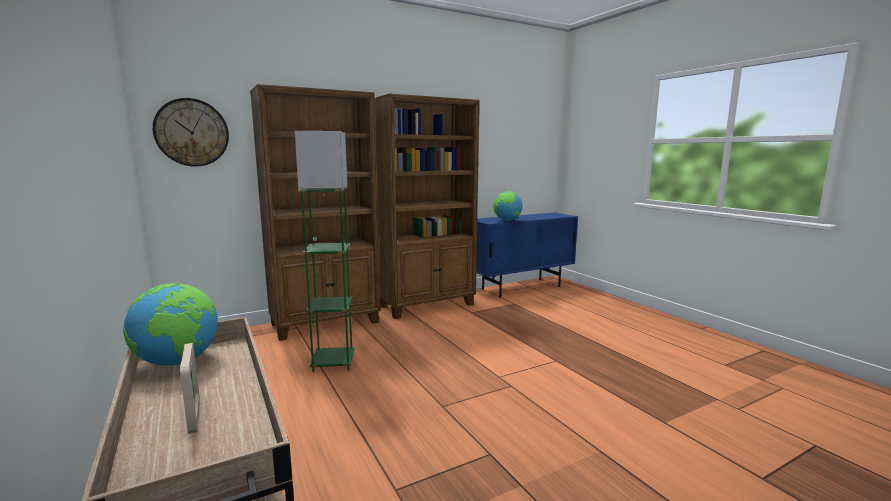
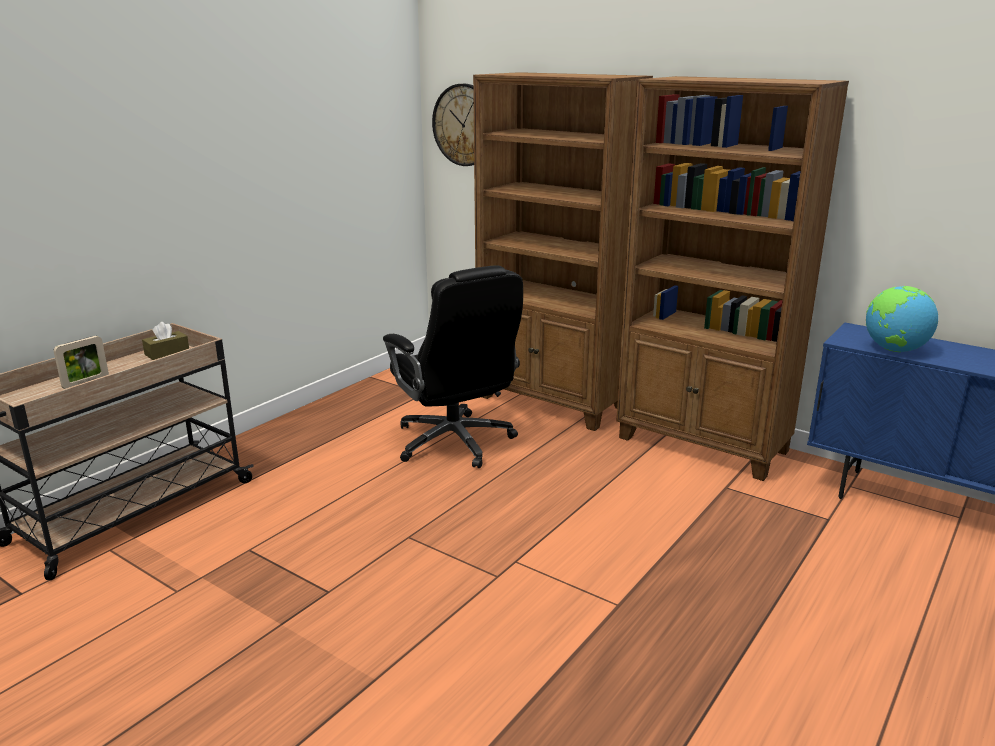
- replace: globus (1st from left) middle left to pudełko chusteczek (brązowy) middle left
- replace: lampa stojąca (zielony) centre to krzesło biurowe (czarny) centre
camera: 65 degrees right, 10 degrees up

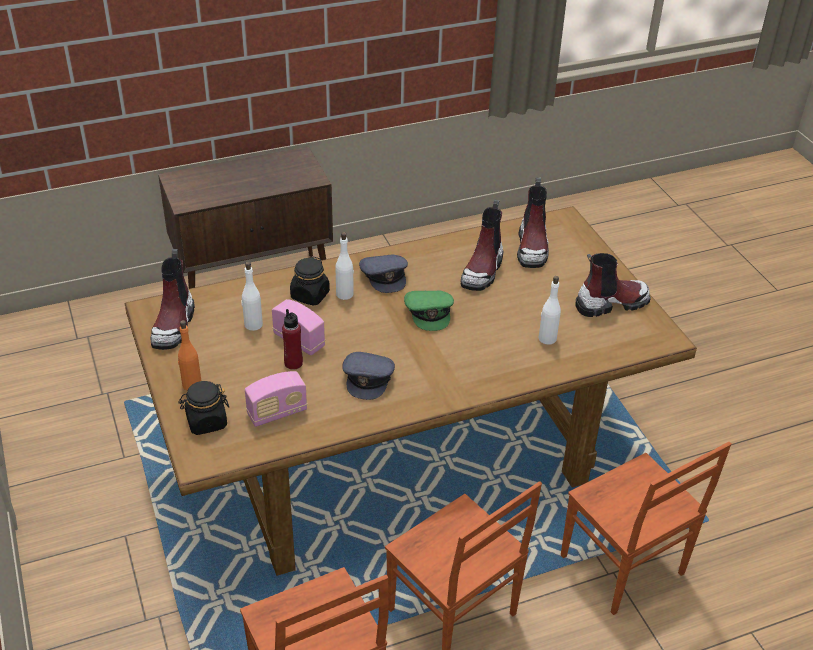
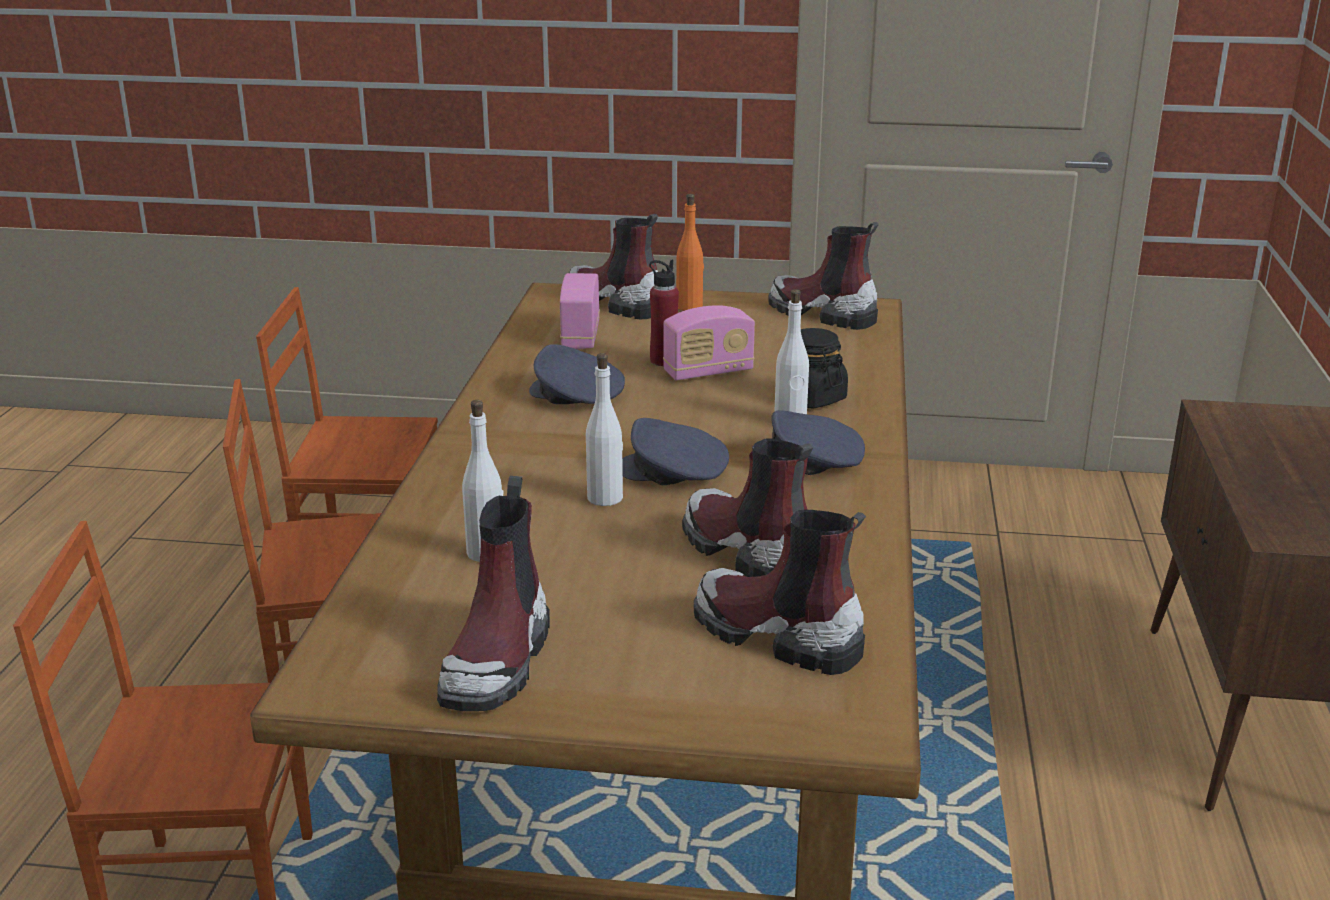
- replace: słoik (czarny) (1st from left) middle left to but z cholewką (2nd from left) top centre
- move: butelka (biały) (1st from left in the first image) middle left to butelka (biały) (2nd from left) centre
- recolor: czapka z daszkiem (zielony) centre to czapka z daszkiem (szary) (2nd from left) centre
camera: 120 degrees right, 15 degrees down

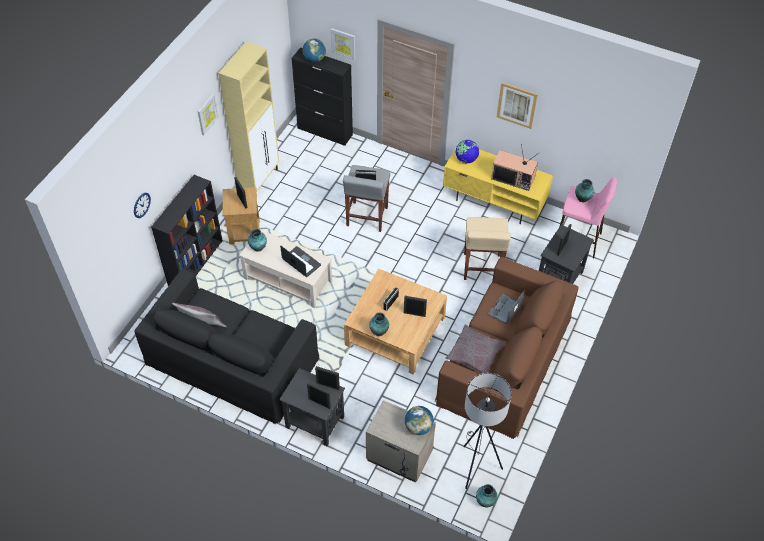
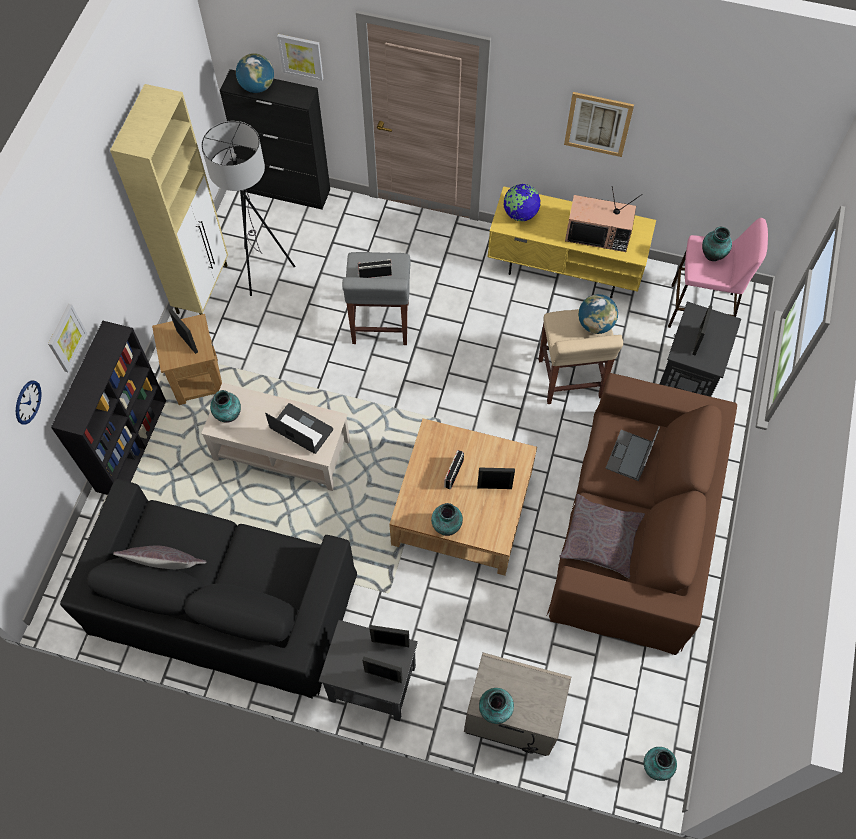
- move: obraz (1st from left) top left to middle left
- move: lampa stojąca (szary) bottom centre to top left
- insert: wazon (3rd from left) bottom centre
- move: globus (2nd from left in the first image) bottom centre to globus (3rd from left) middle right
camera: 10 degrees left, 10 degrees up

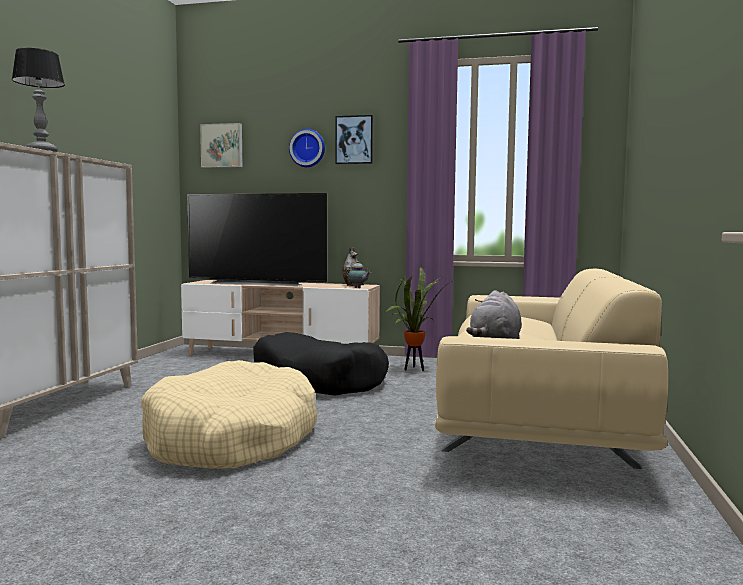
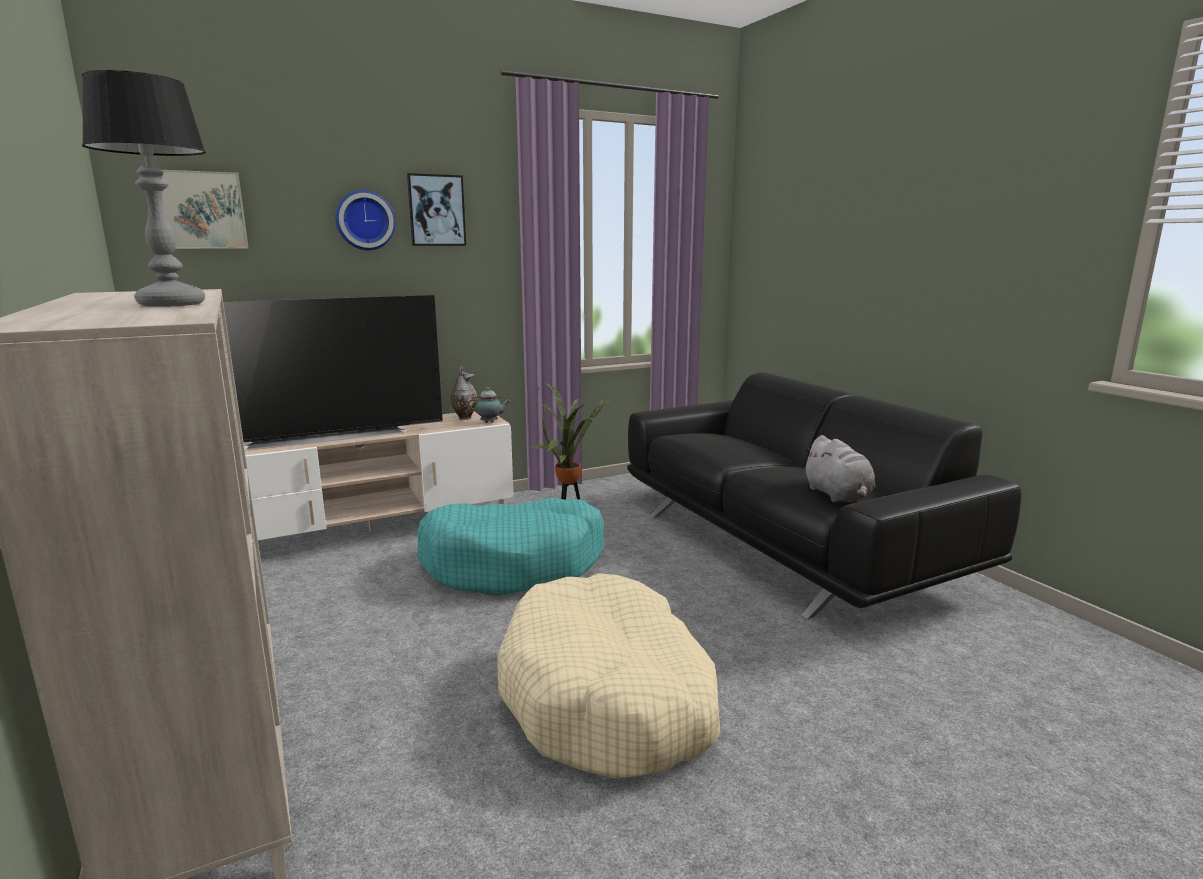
- recolor: legowisko (czarny) centre to legowisko (turkusowy) centre
- recolor: kanapa (beżowy) middle right to kanapa (czarny) middle right
camera: 40 degrees left, 10 degrees up

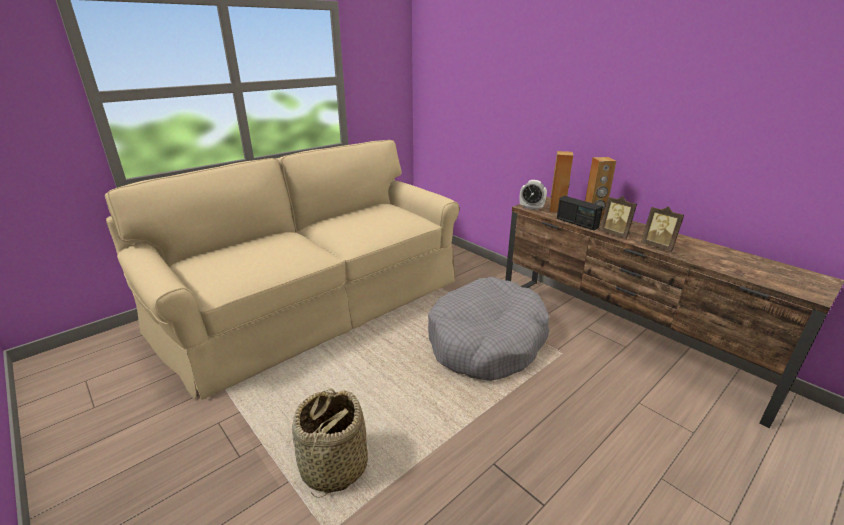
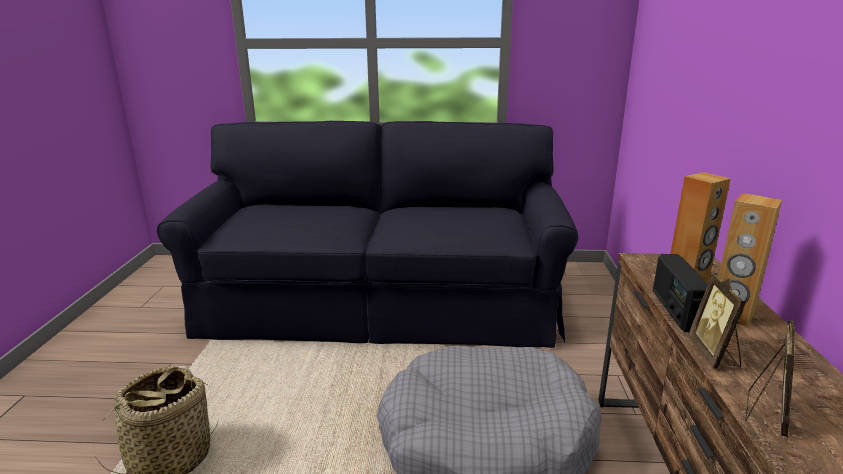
- recolor: kanapa (beżowy) centre to kanapa (czarny) centre
- rotate: ramka na zdjęcie (2nd from left) middle right = bottom right 150 degrees counterclockwise
- delete: budzik centre
camera: 45 degrees right, 5 degrees down

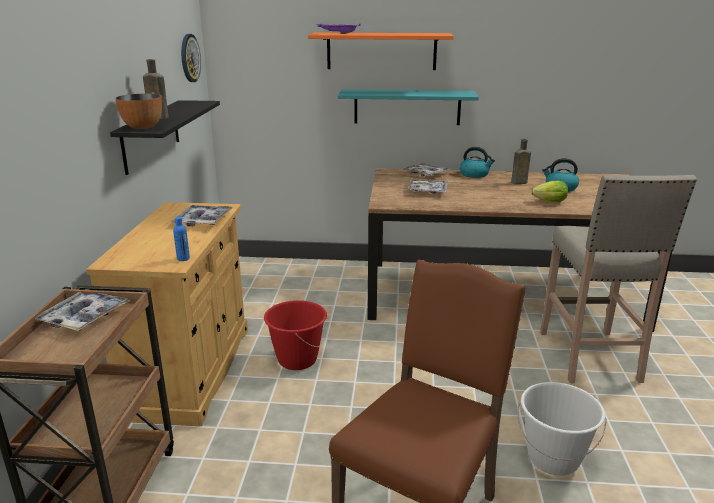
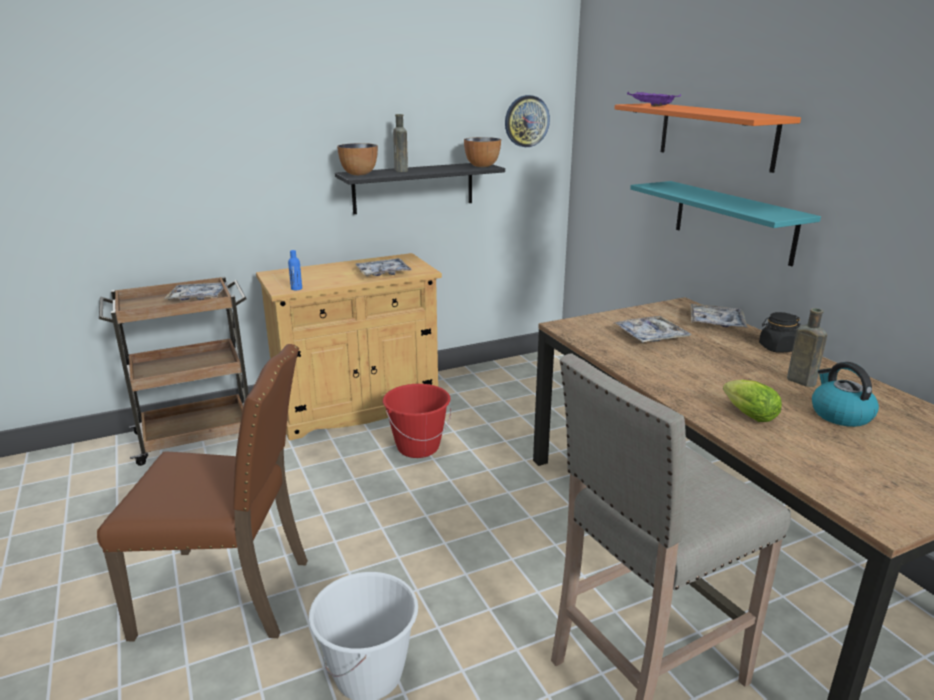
- insert: miska (2nd from left) top centre
- replace: czajnik (1st from left) top right to słoik (czarny) middle right
camera: 60 degrees right, 0 degrees up

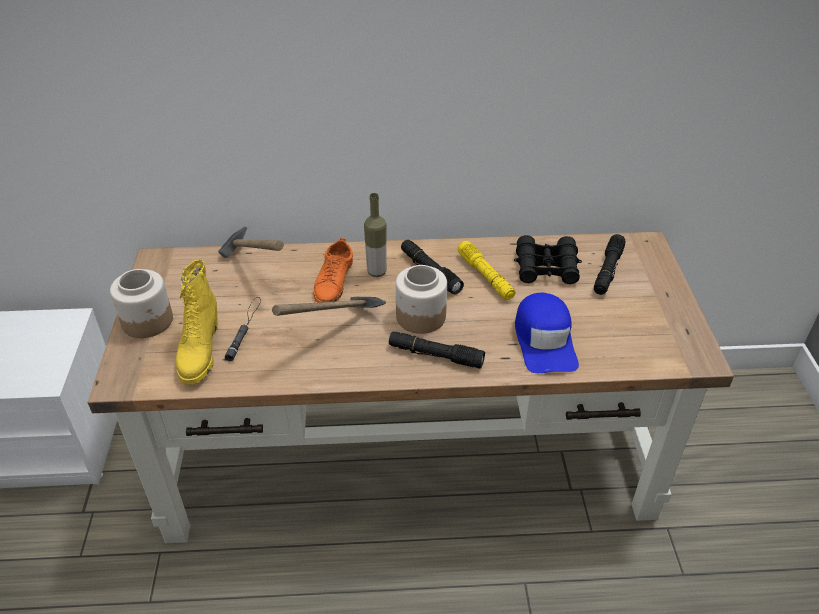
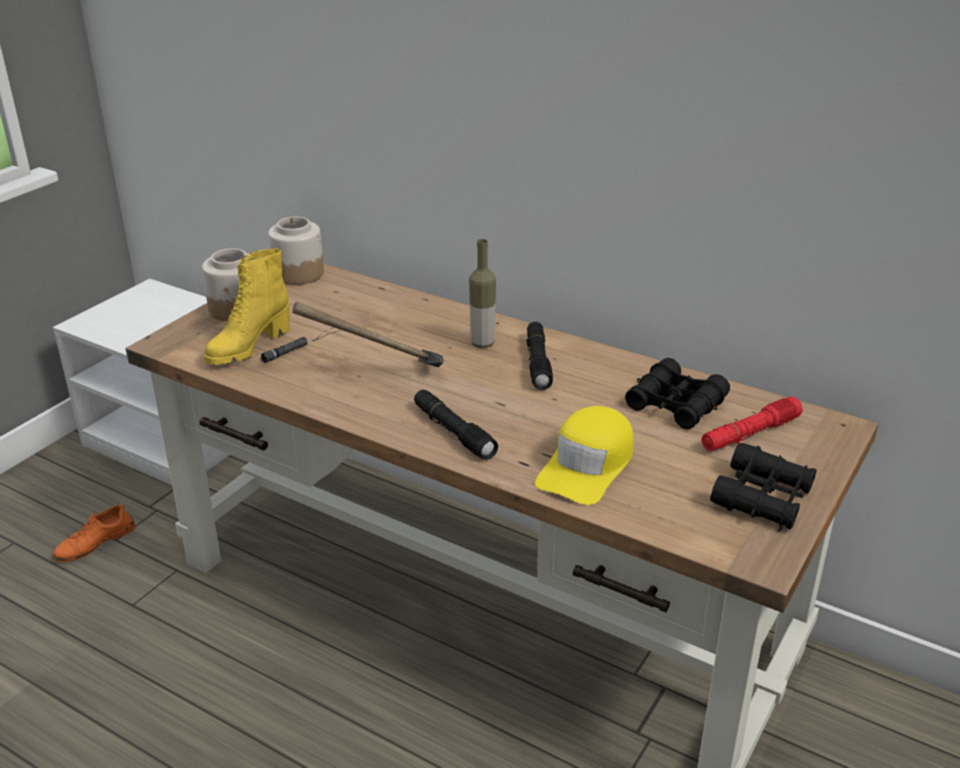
- move: but (pomarańczowy) centre to bottom left
- move: słoik (2nd from left) centre to top left
- recolor: czapka z daszkiem (niebieski) middle right to czapka z daszkiem (żółty) centre
- recolor: latarka (czarny) (4th from left) middle right to latarka (czerwony) middle right
- insert: lornetka (czarny) (2nd from left) middle right
- delete: młotek (1st from left) middle left
- delete: latarka (żółty) centre
camera: 35 degrees right, 10 degrees down

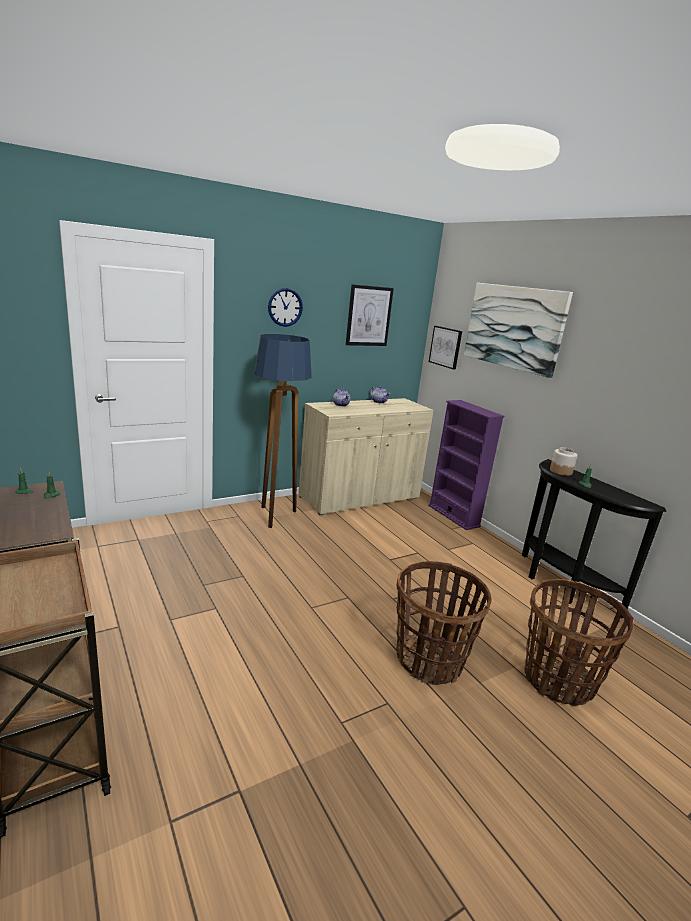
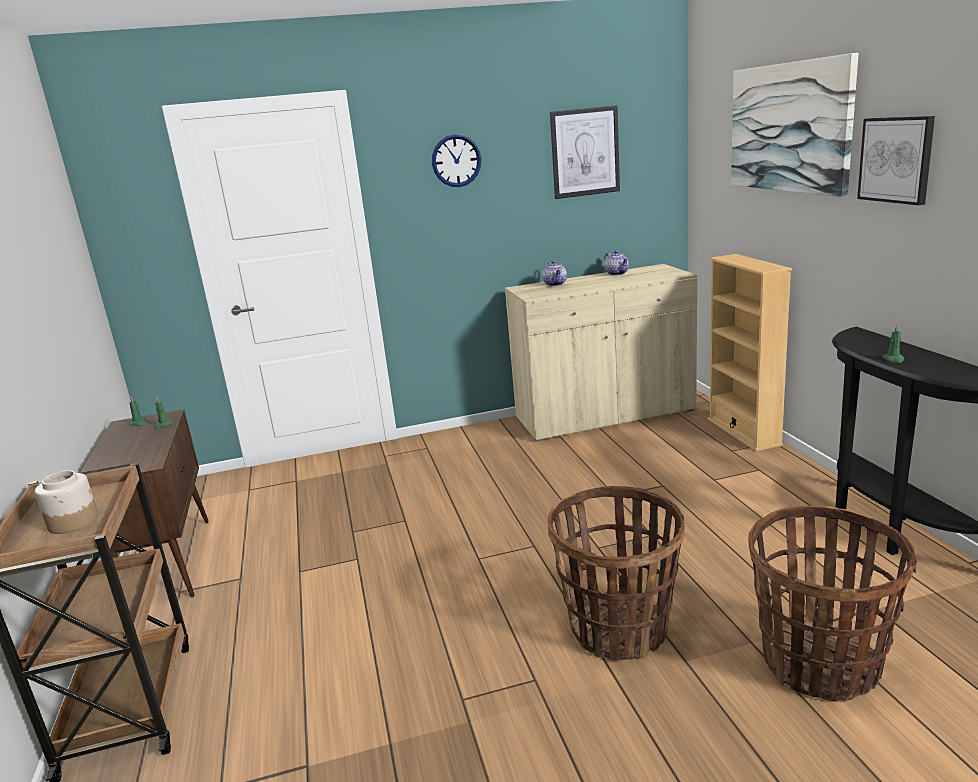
- move: słoik middle right to middle left
- recolor: regał (fioletowy) middle right to regał (beżowy) middle right
- move: obraz (2nd from left in the first image) centre to obraz (3rd from left) top right
- delete: lampa stojąca centre
camera: 20 degrees right, 0 degrees up

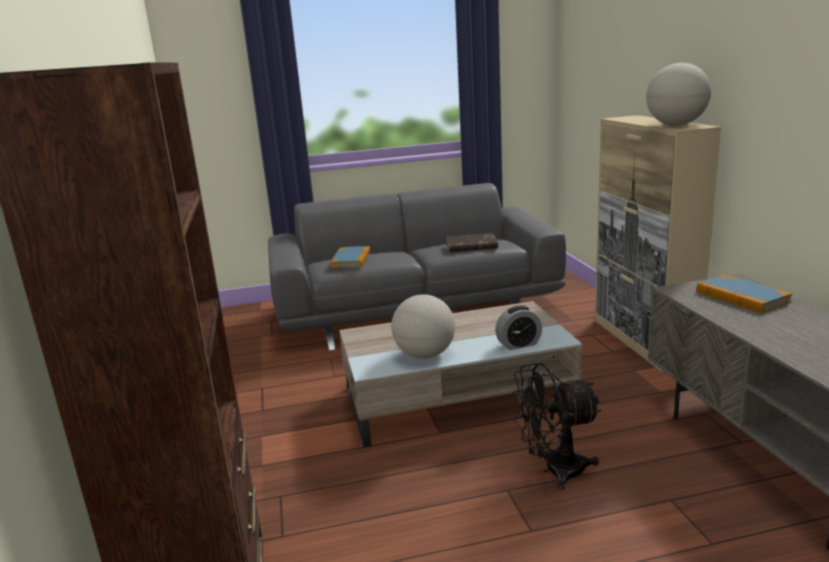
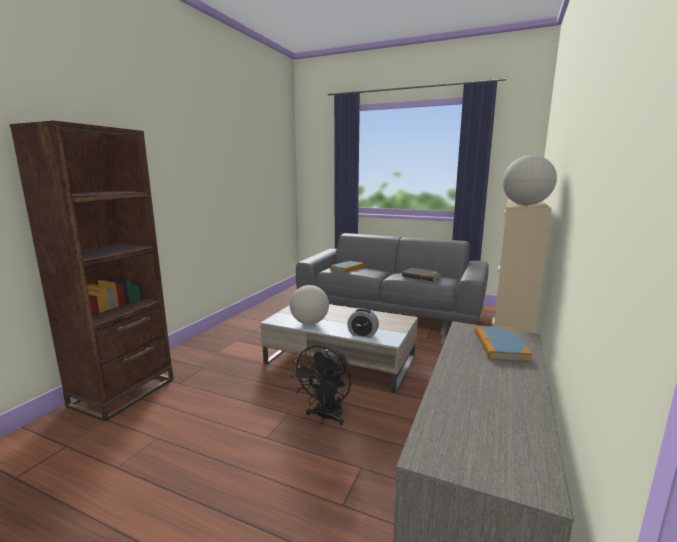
- rotate: wentylator (czarny) bottom right = bottom centre 90 degrees counterclockwise
camera: 35 degrees right, 5 degrees down

